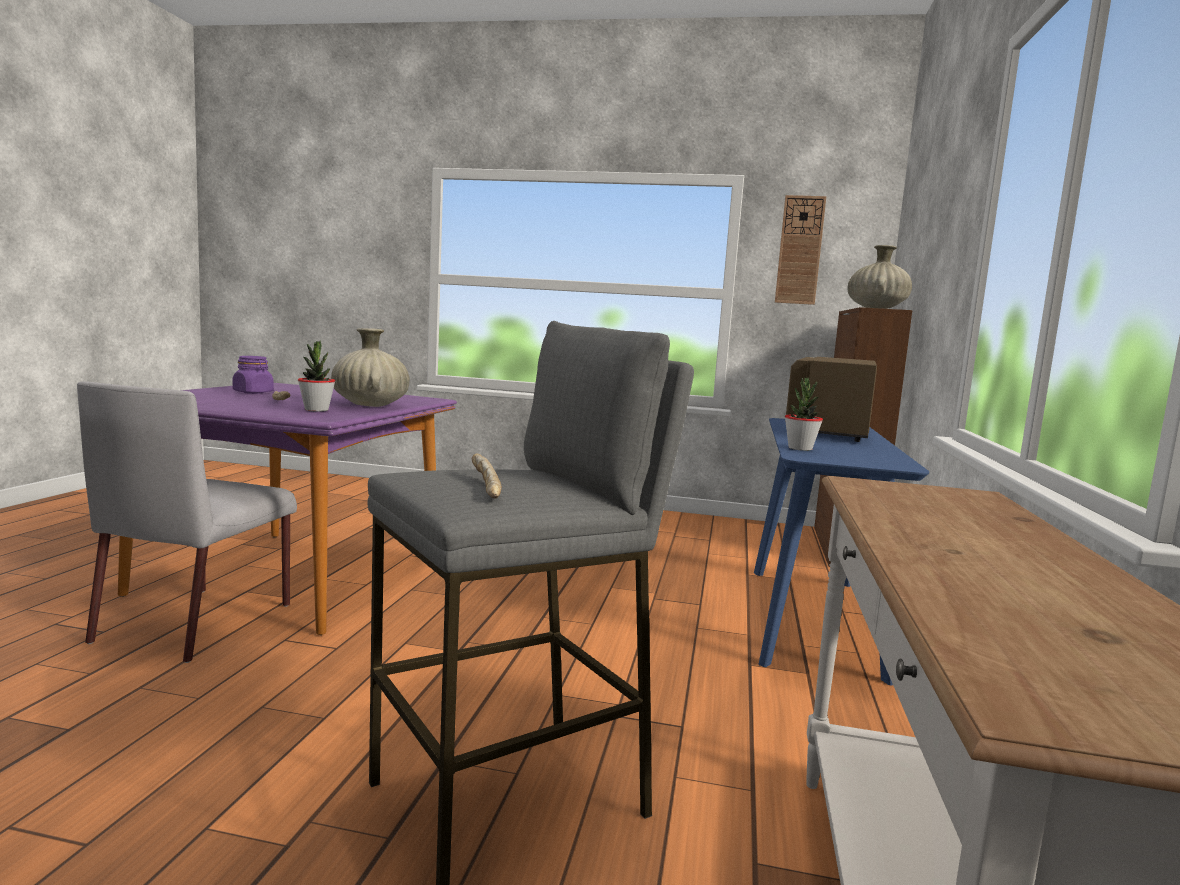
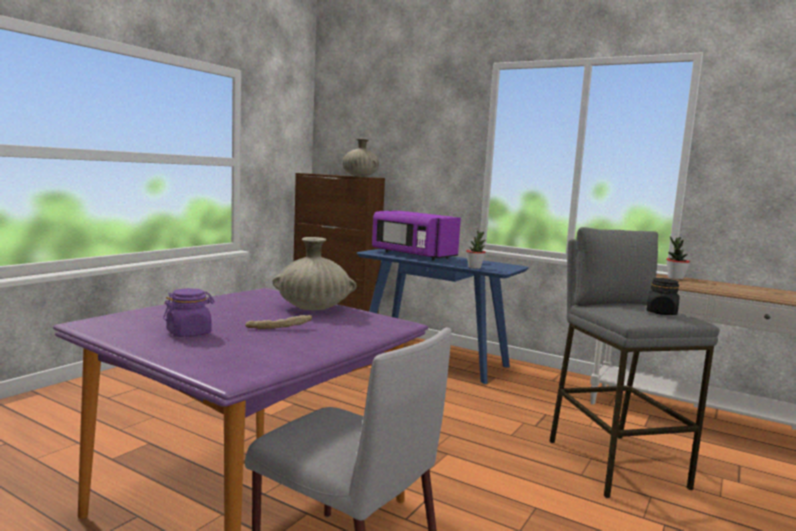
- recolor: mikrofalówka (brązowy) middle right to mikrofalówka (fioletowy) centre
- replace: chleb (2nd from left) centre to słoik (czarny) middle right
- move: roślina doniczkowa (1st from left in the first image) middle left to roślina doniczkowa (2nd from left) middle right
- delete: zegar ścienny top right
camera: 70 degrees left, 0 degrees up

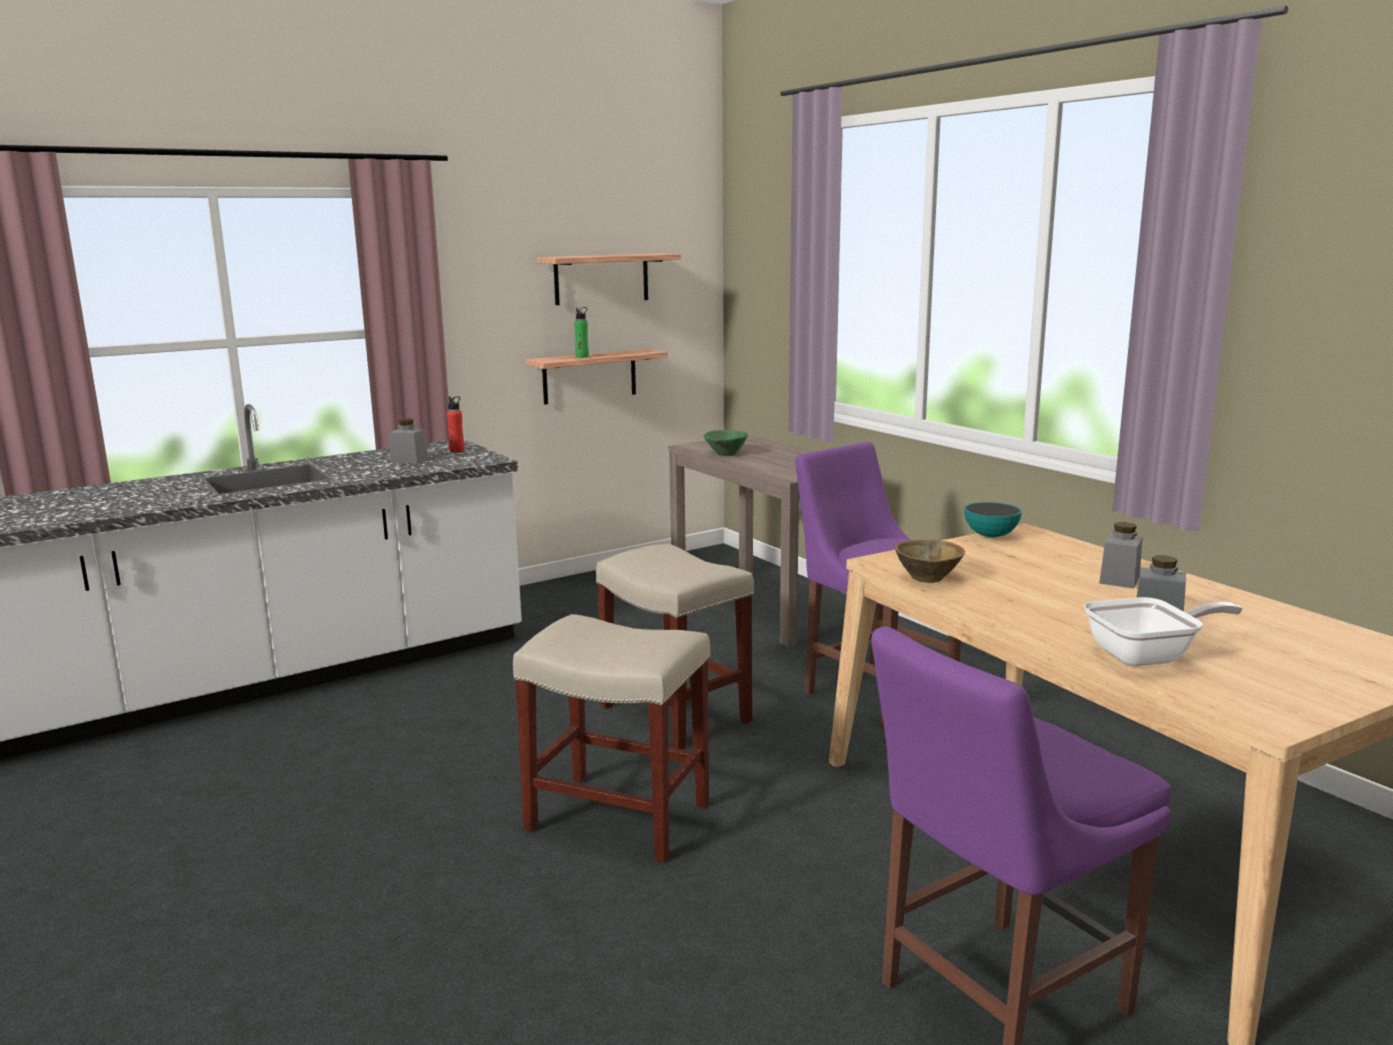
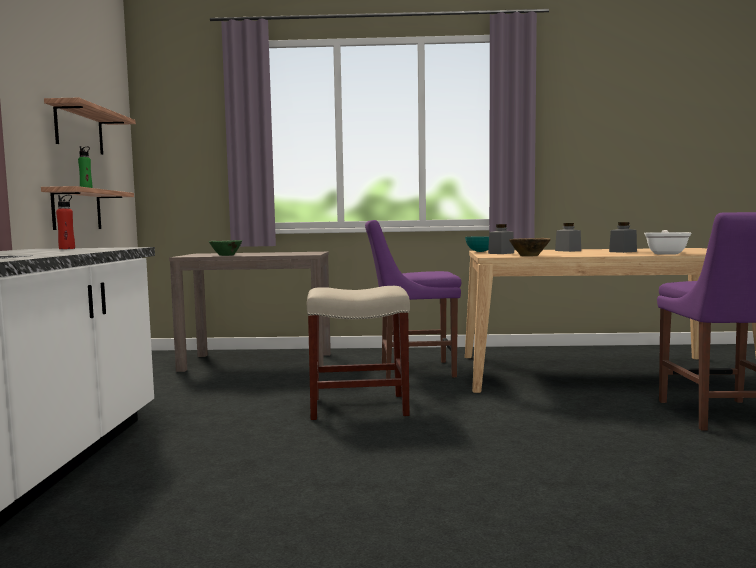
- move: słoik (szary) (1st from left) middle left to centre
- delete: stołek (beżowy) (1st from left) bottom centre
camera: 55 degrees left, 10 degrees down

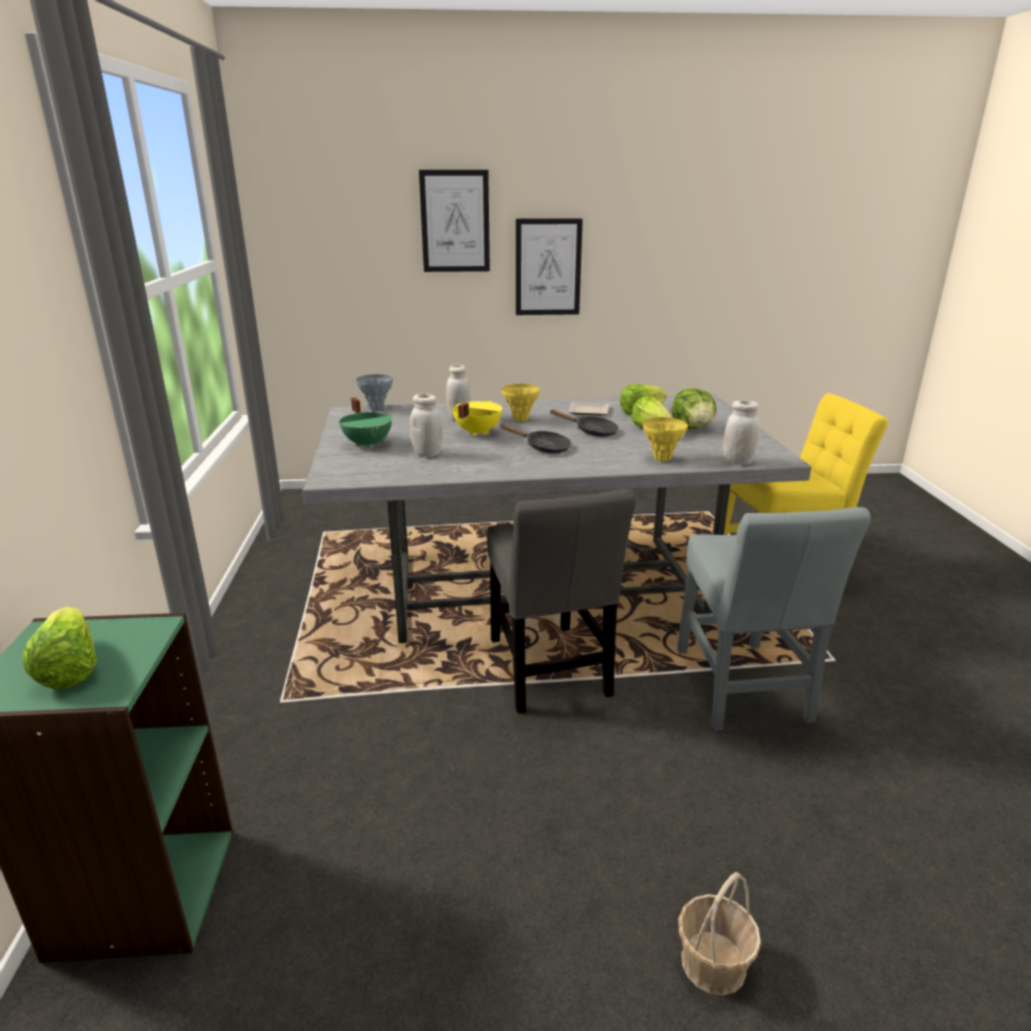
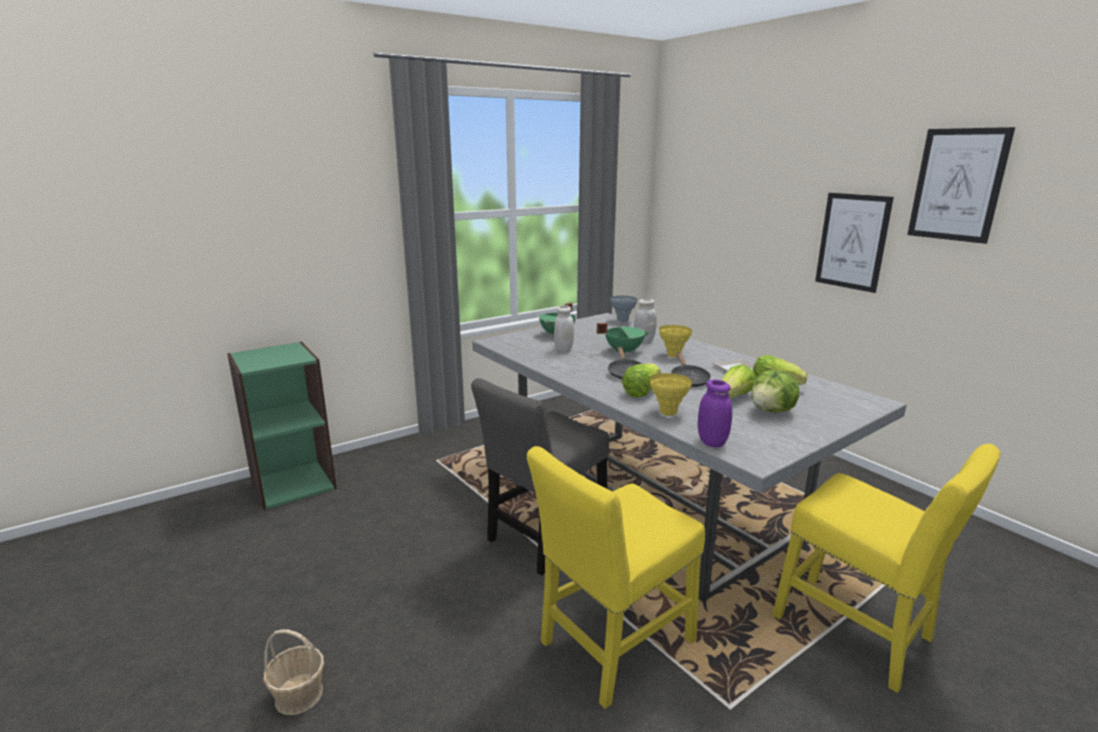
- recolor: krzesło (szary) (2nd from left) middle right to krzesło (żółty) (1st from left) bottom centre
- recolor: garnek (żółty) centre to garnek (zielony) (2nd from left) centre
- move: sałata (1st from left) middle left to centre
- recolor: słoik (biały) (3rd from left) middle right to słoik (fioletowy) centre
- move: obraz (1st from left in the first image) top centre to obraz (2nd from left) top right
camera: 60 degrees right, 5 degrees down

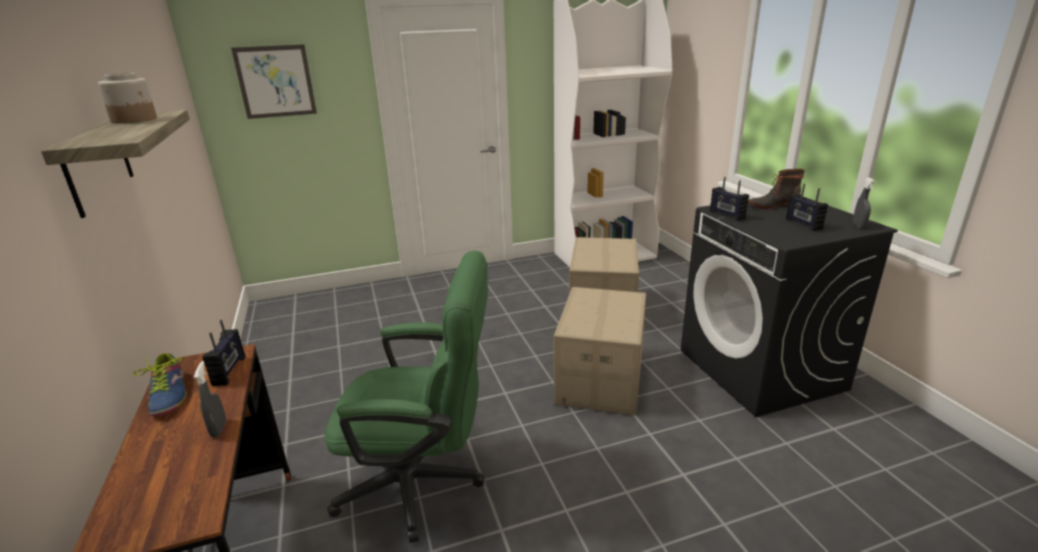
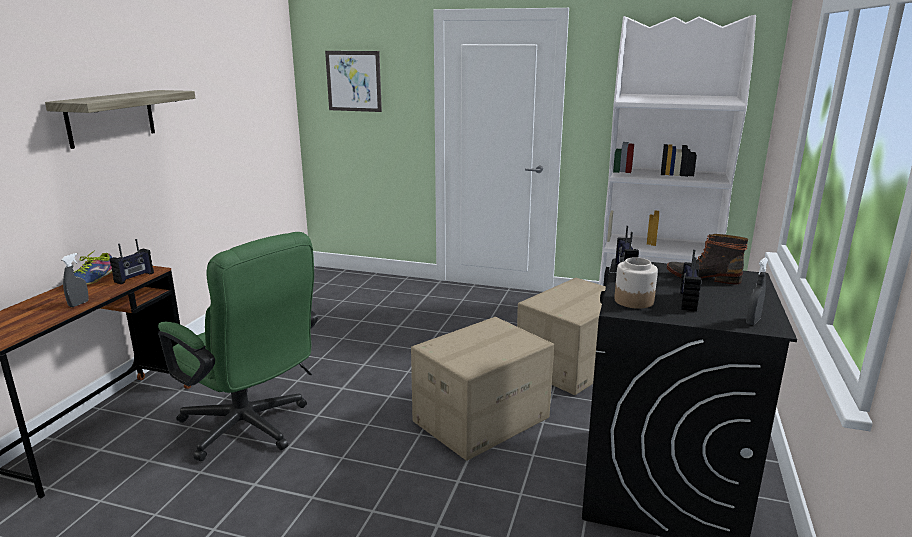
- move: słoik top left to middle right
camera: 35 degrees right, 5 degrees down

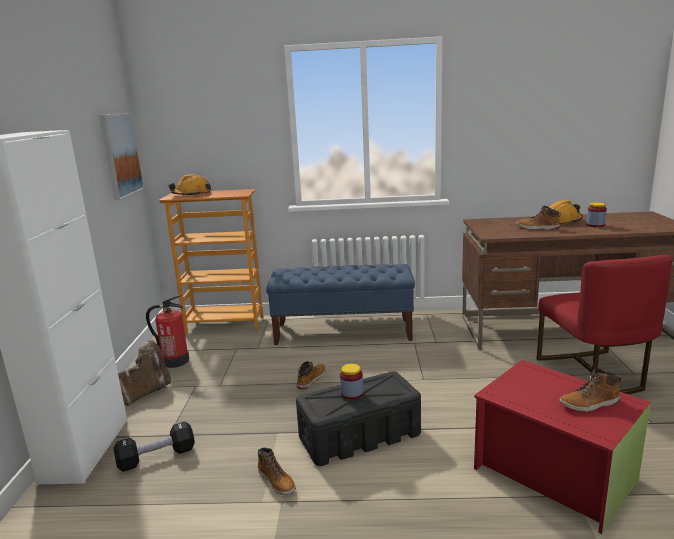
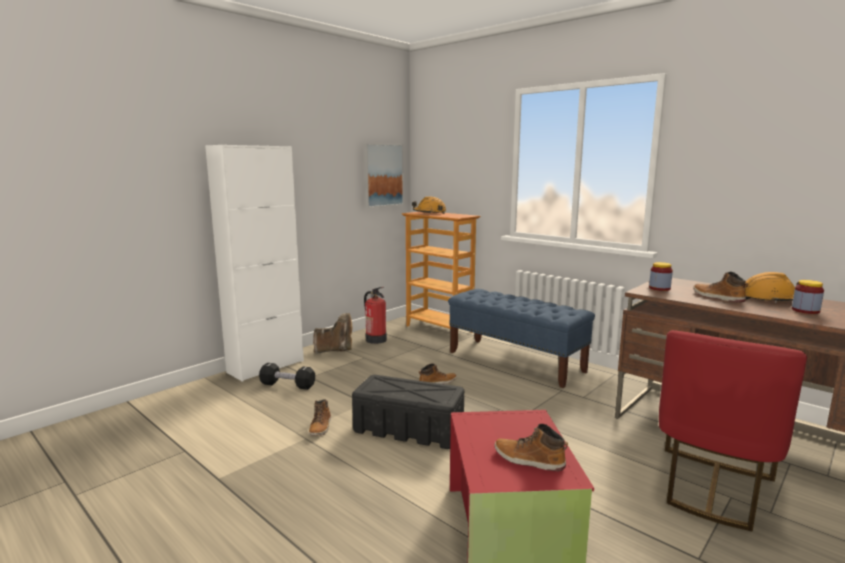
- move: słoik (1st from left) bottom centre to middle right
camera: 40 degrees right, 5 degrees down

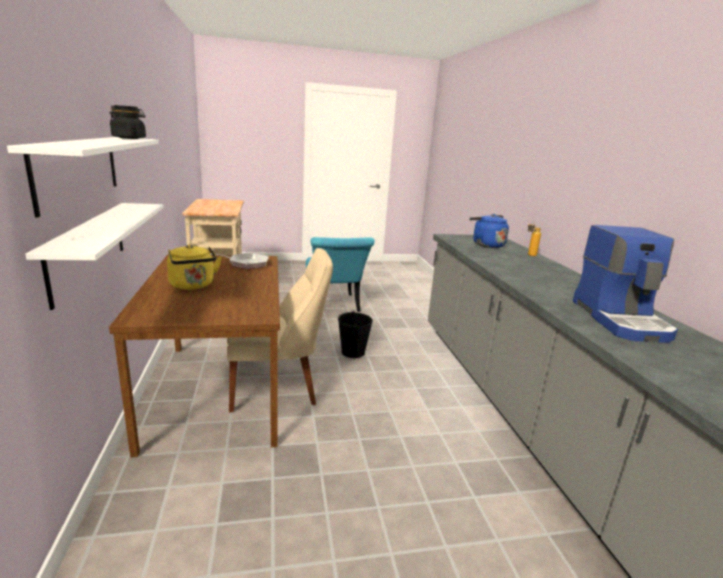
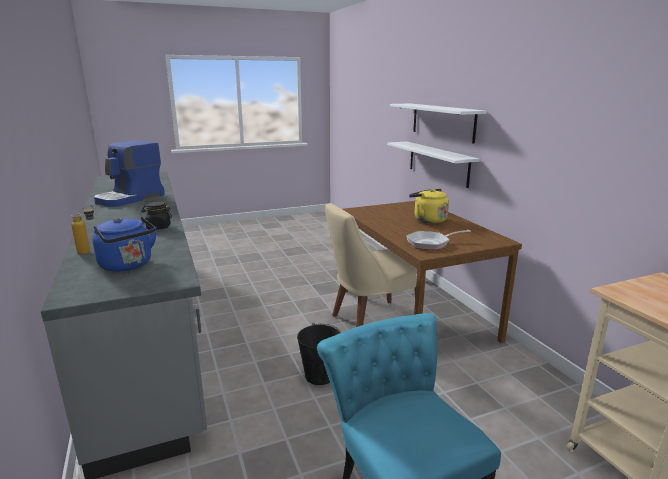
- rotate: ekspres do kawy middle right = middle left 135 degrees counterclockwise
- move: słoik (czarny) top left to middle left
camera: 170 degrees right, 0 degrees up

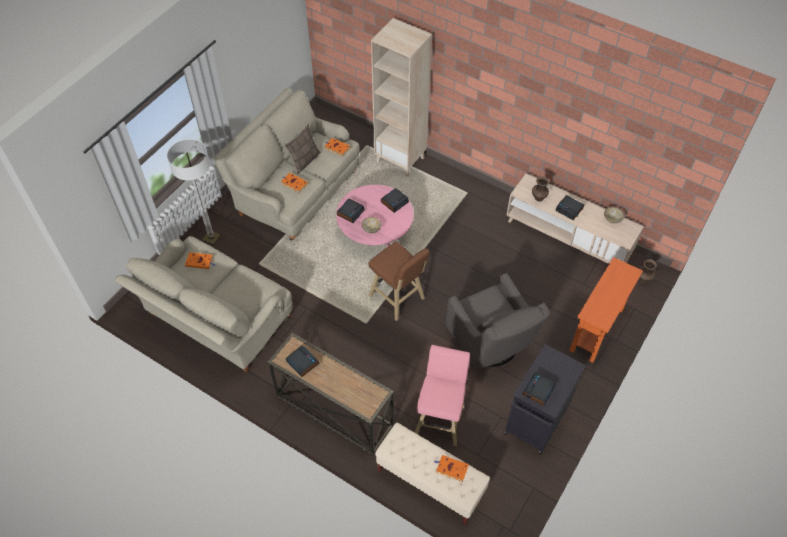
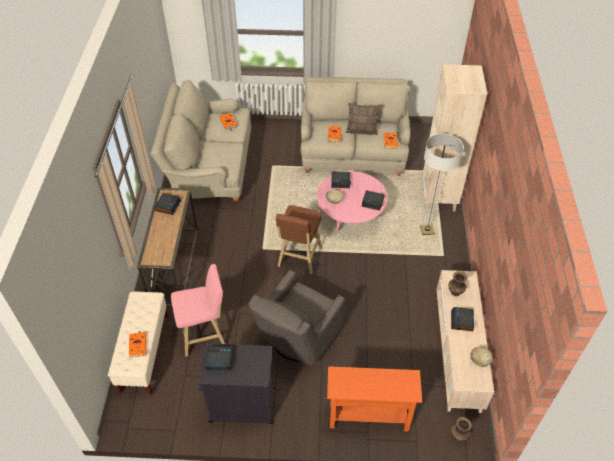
- move: lampa stojąca middle left to middle right
camera: 60 degrees right, 5 degrees down

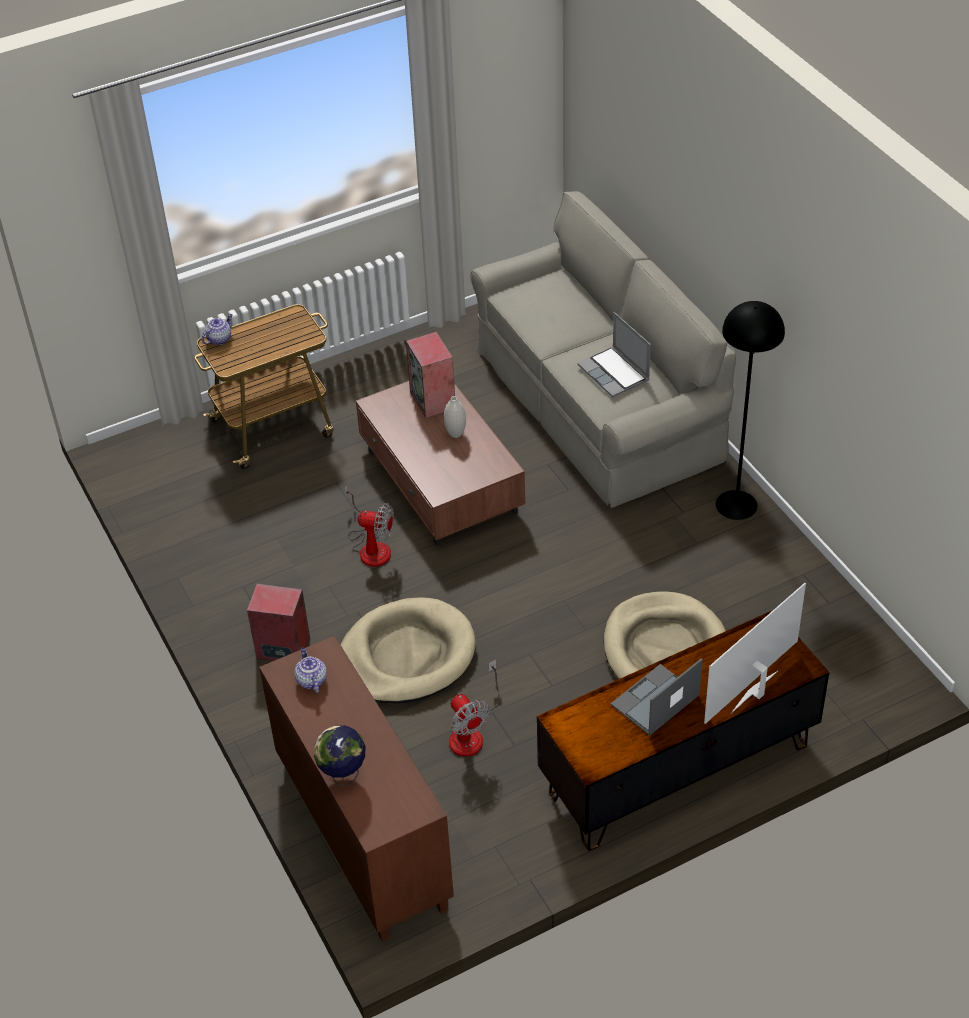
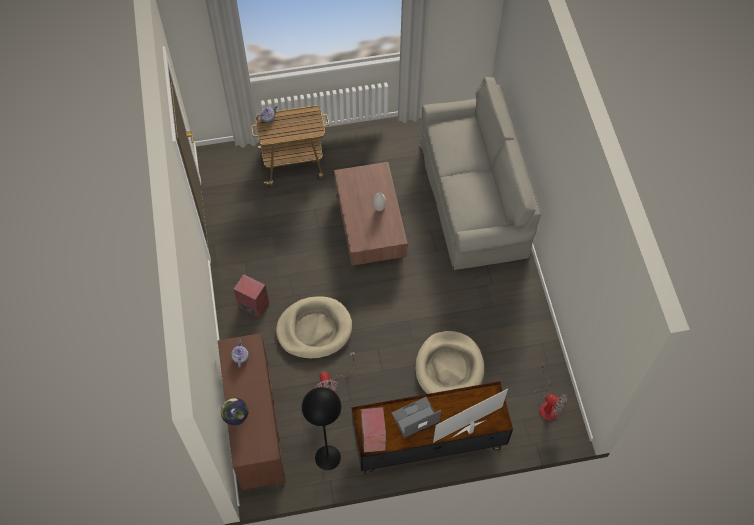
- move: lampa stojąca (czarny) middle right to bottom centre
- move: głośnik (2nd from left) centre to bottom centre
- move: wentylator (1st from left in the first image) centre to wentylator (2nd from left) bottom right
- delete: laptop (1st from left) centre
camera: 15 degrees right, 15 degrees up

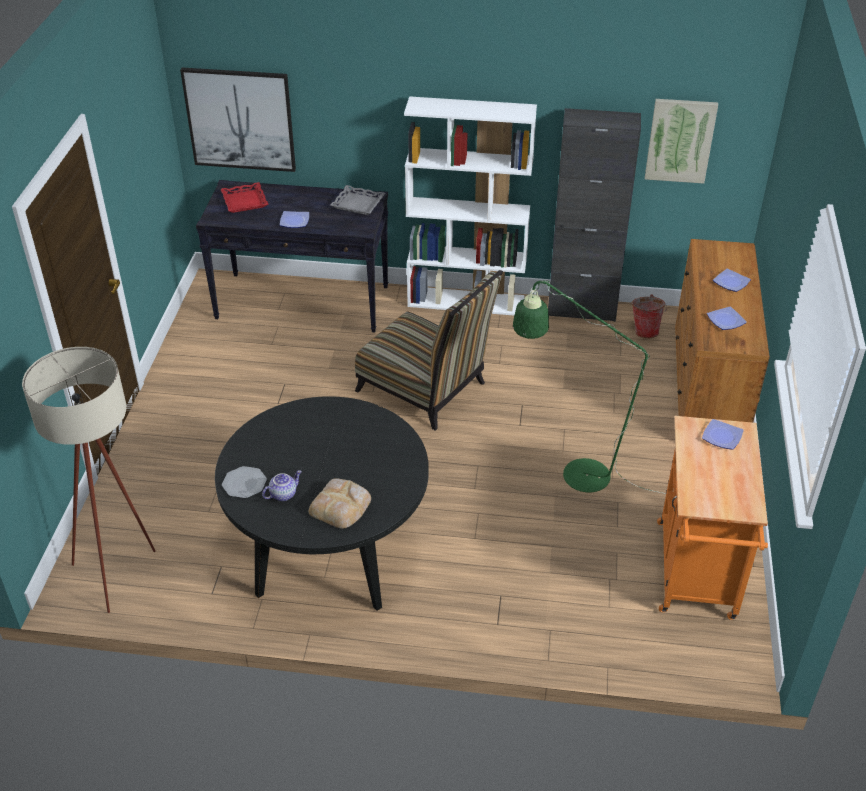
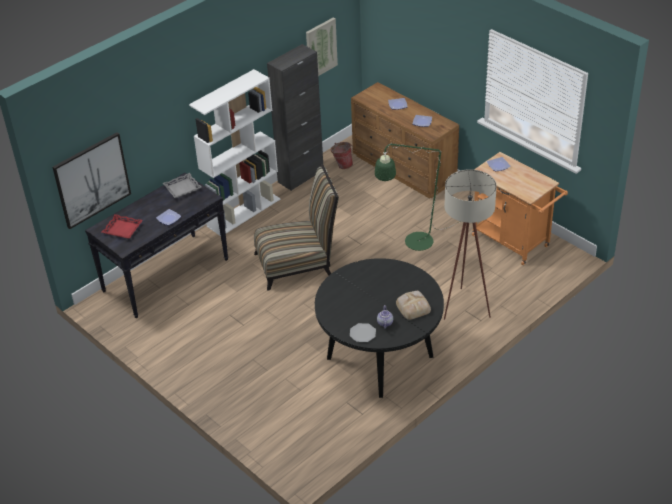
- move: lampa stojąca (beżowy) middle left to middle right
camera: 50 degrees left, 0 degrees up

